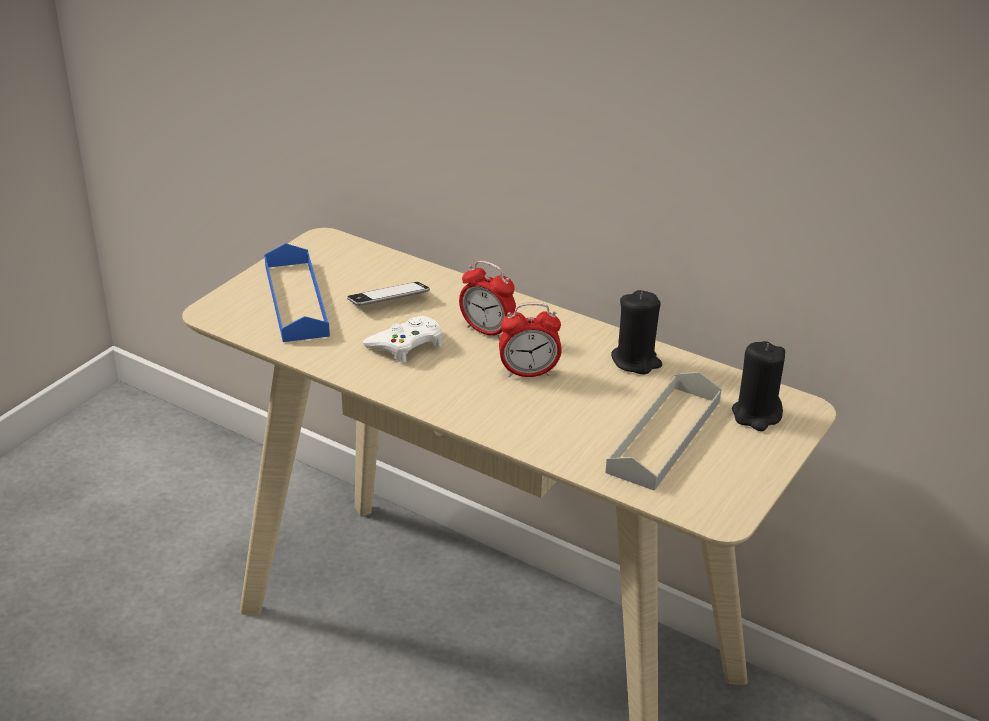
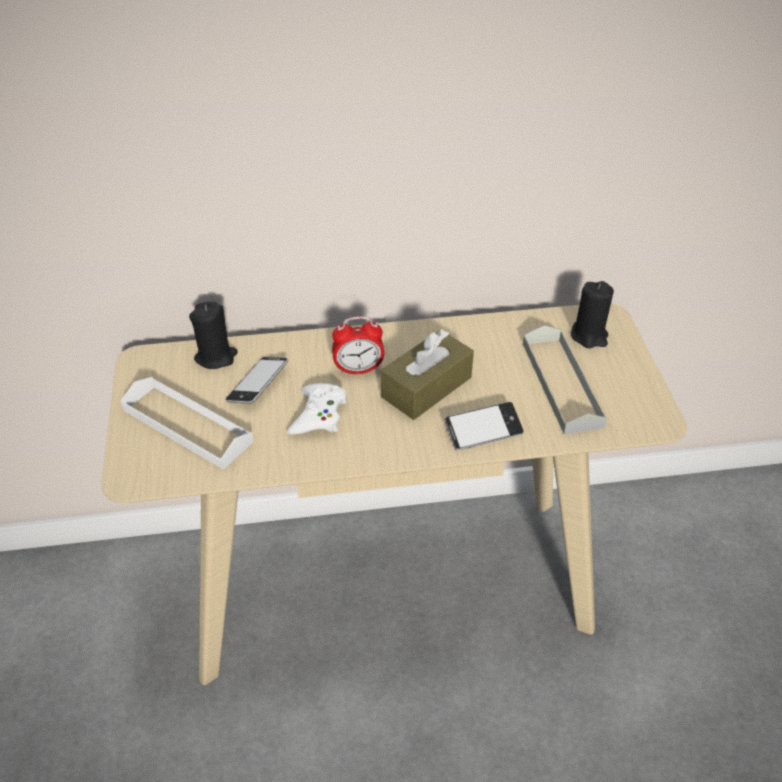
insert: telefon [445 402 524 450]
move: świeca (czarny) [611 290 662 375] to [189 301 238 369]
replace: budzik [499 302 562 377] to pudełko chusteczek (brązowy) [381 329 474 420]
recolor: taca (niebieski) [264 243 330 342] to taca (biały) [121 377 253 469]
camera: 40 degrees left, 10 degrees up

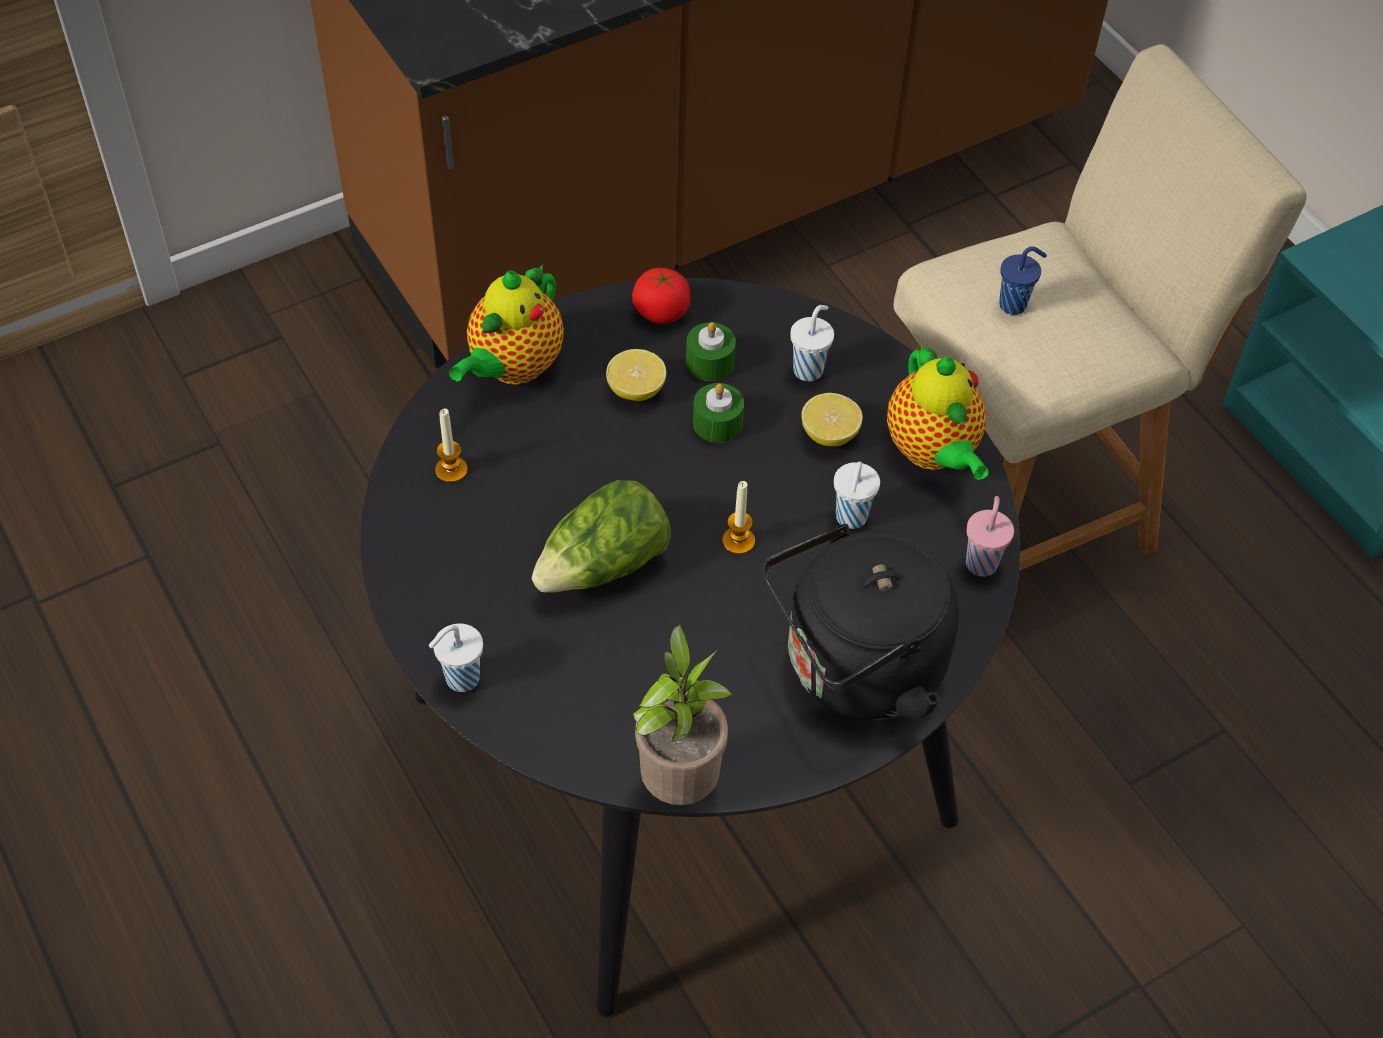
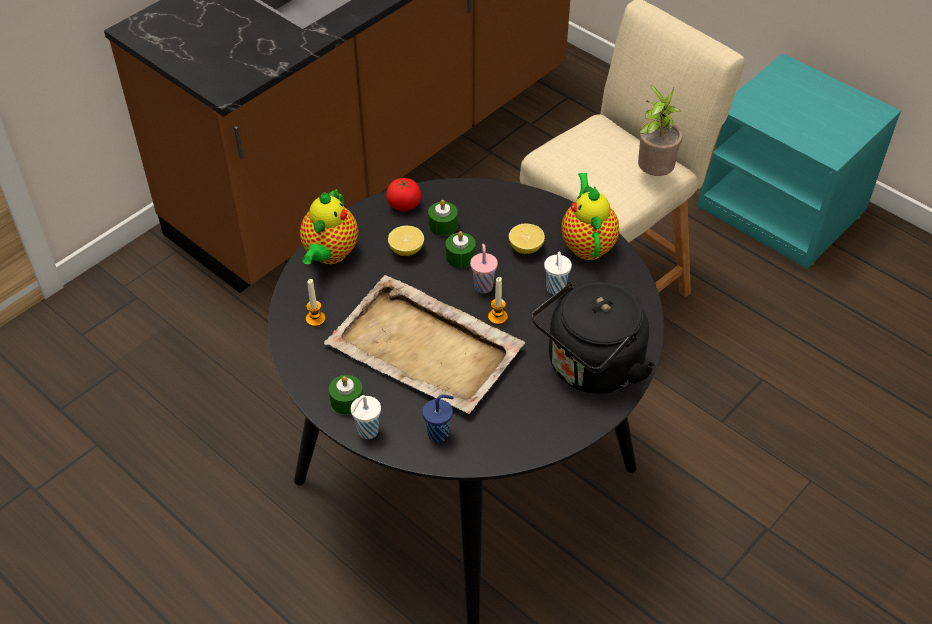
delete: filiżanka (biały) [790 305 834 381]
insert: świeca (zielony) [329 375 363 415]
move: filiżanka (niebieski) [999 246 1047 315] to [422 394 454 442]; filiżanka (różowy) [966 496 1014 577] to [470 244 498 294]; roślina doniczkowa [633 625 733 805] to [638 85 683 176]
replace: sałata [532 480 671 593] to taca (beżowy) [324 275 525 414]
rotate: imbryk [887 343 989 480] = [562 173 619 260] 150 degrees counterclockwise
camera: 15 degrees left, 5 degrees down

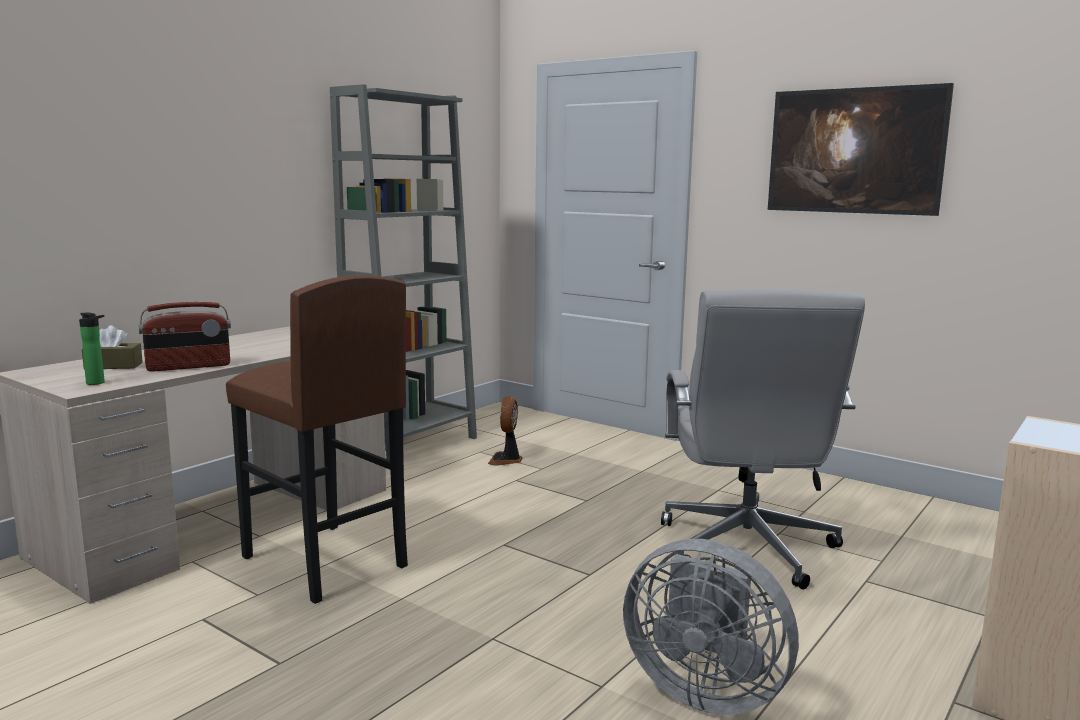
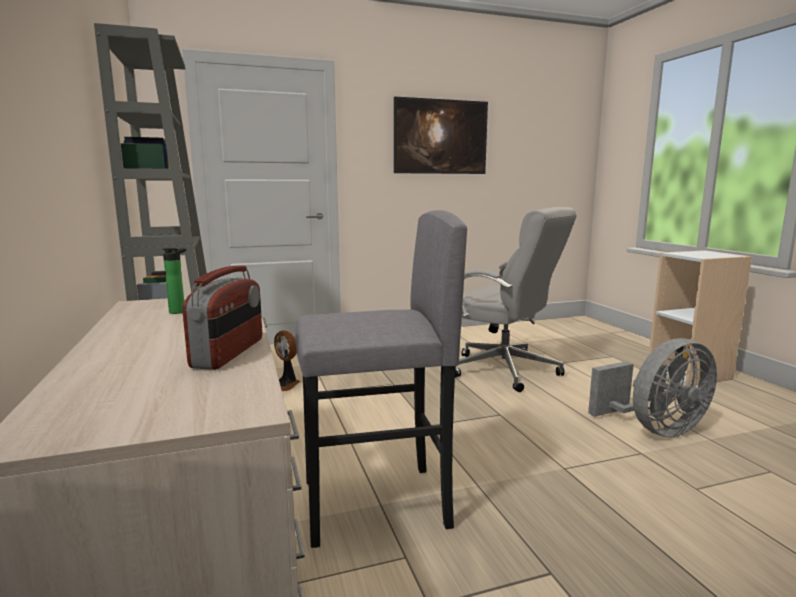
delete: pudełko chusteczek (brązowy) [82 325 143 370]
move: butelka [79 312 105 385] to [162 248 187 314]
recolor: stołek (brązowy) [226 275 408 604] to stołek (szary) [295 210 467 548]
camera: 55 degrees left, 0 degrees up

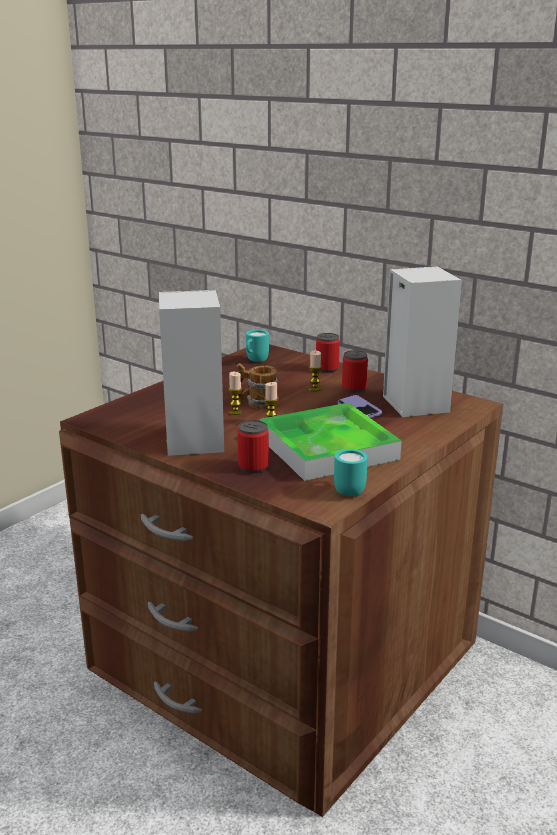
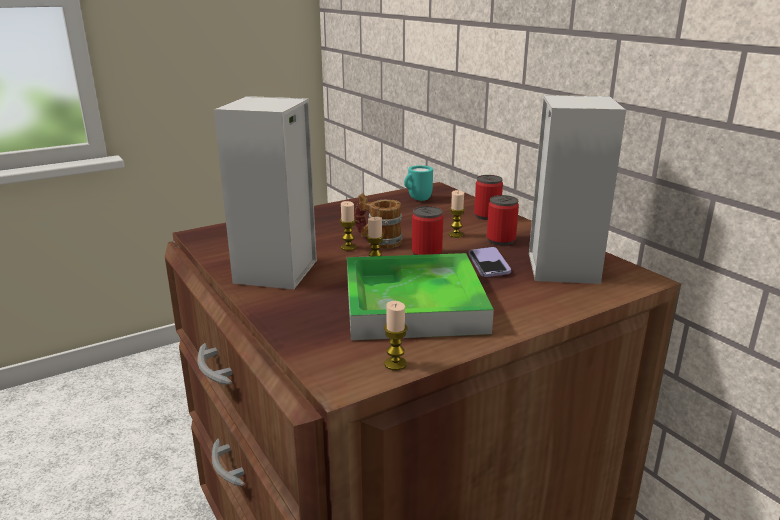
move: puszka [238 420 269 473] to [412 206 443 255]
replace: kubek (turkusowy) [334 449 368 496] to świeca [384 301 407 371]
camera: 20 degrees right, 0 degrees up

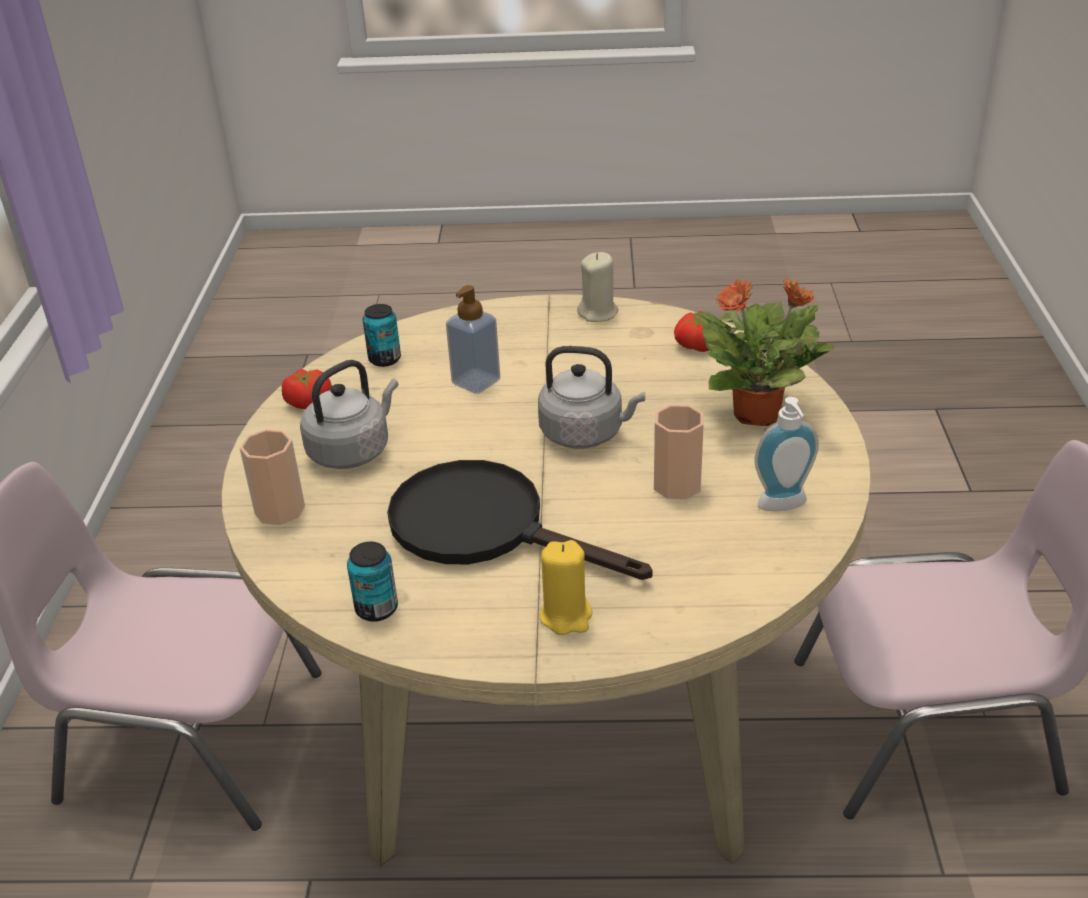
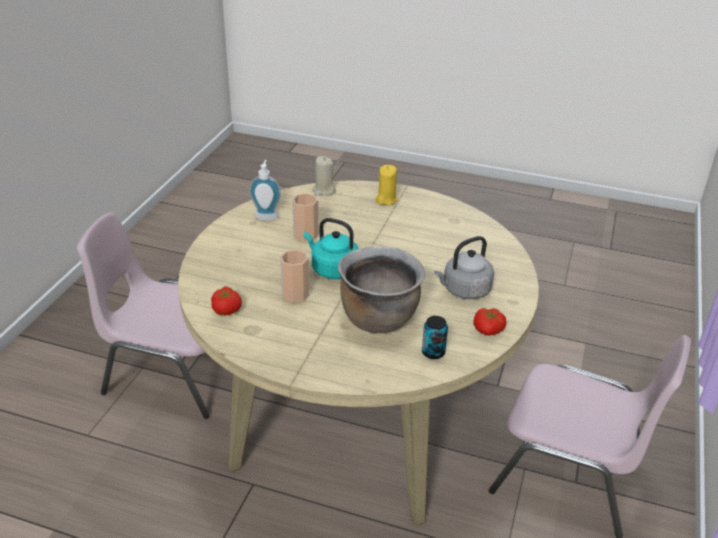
delete: roślina doniczkowa [693 278 834 426]; patelnia (czarny) [387 460 652 580]; puszka [347 542 398 622]
move: świeca (beżowy) [577 252 619 322] to [312 156 336 196]; filiżanka [239 429 305 525] to [280 249 309 303]
replace: dozownik mydła [446 285 500 394] to garnek (brązowy) [338 246 425 333]
recolor: czajnik (szary) [538 346 645 449] to czajnik (turkusowy) [304 218 359 279]
camera: 165 degrees left, 0 degrees up

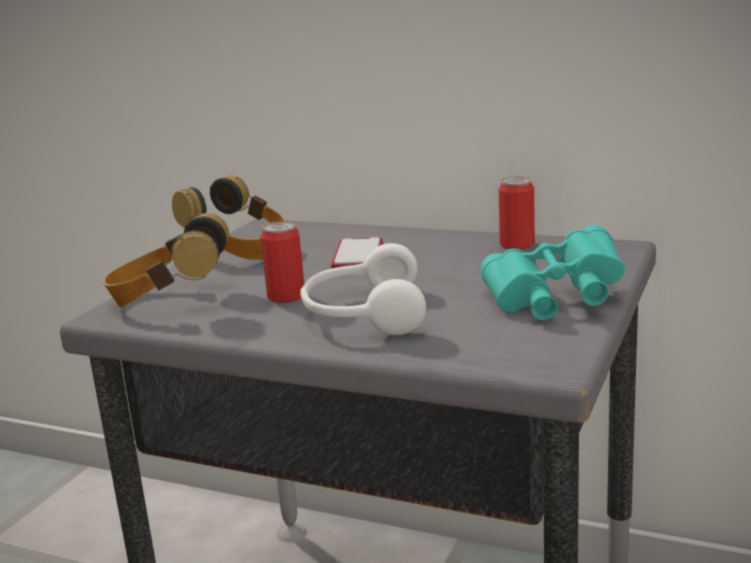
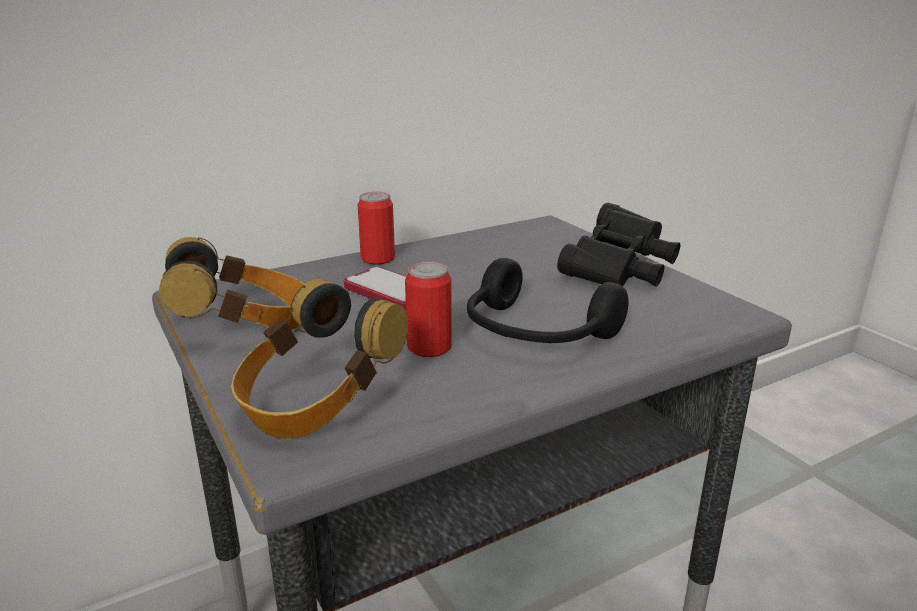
move: puszka [498 177 535 249] to [358 192 395 265]
recolor: lornetka (turkusowy) [480 225 625 320] to lornetka (czarny) [557 203 680 287]; słuchawki (biały) [300 243 426 335] to słuchawki (czarny) [467 258 629 343]
camera: 55 degrees left, 5 degrees up

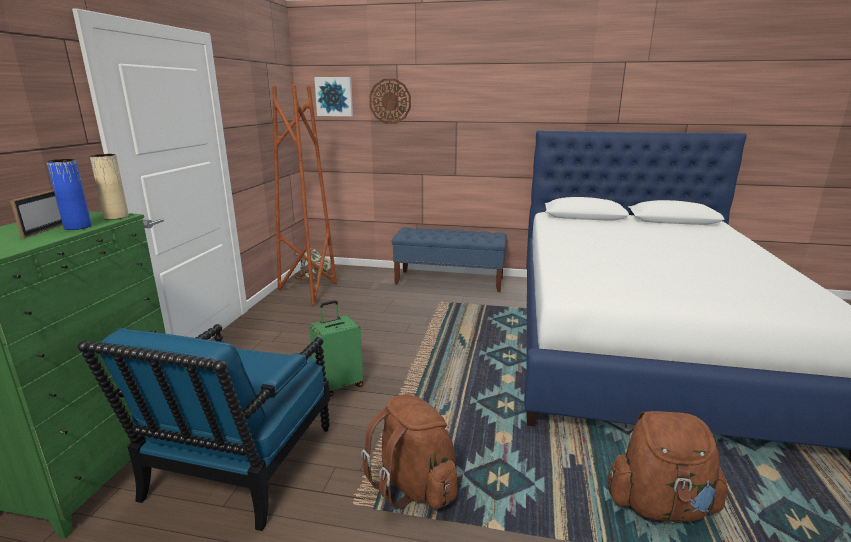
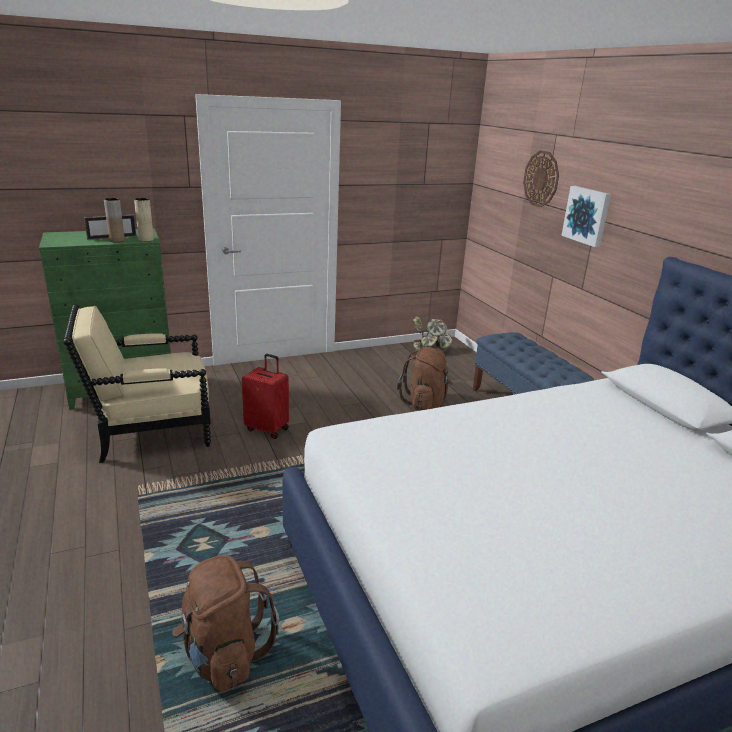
delete: wieszak (brązowy) [272 84 337 306]
move: obraz [314 77 353 116] to [561 186 611 247]; plecak (brązowy) [361 394 458 509] to [397 347 453 411]
recolor: wazon (niebieski) [47 159 92 230] to wazon (brązowy) [104 198 125 242]; walizka (zielony) [309 300 363 396] to walizka (czerwony) [242 354 289 439]; fotel (niebieski) [77 324 330 531] to fotel (beżowy) [63 304 211 463]
camera: 55 degrees right, 5 degrees up

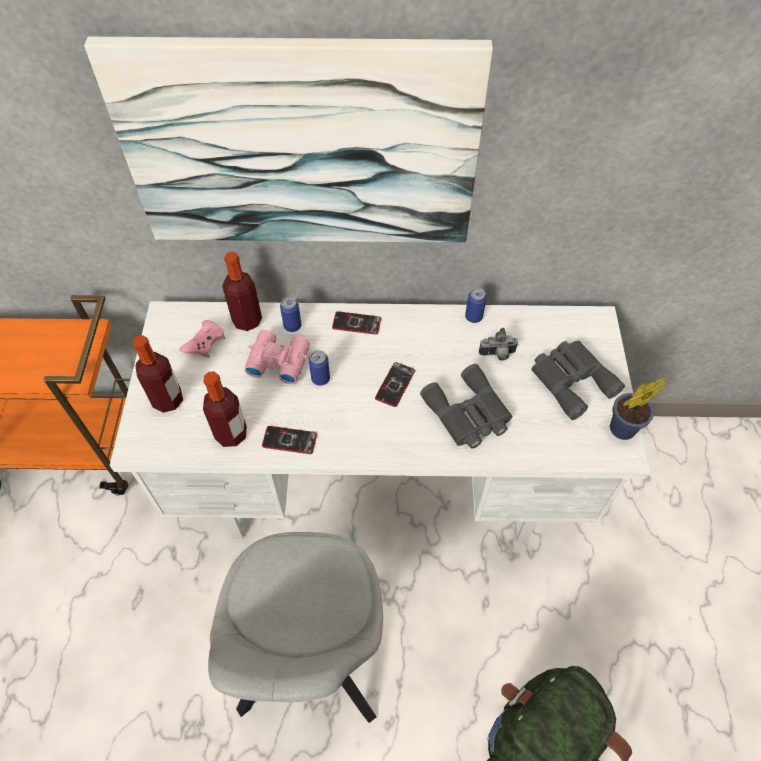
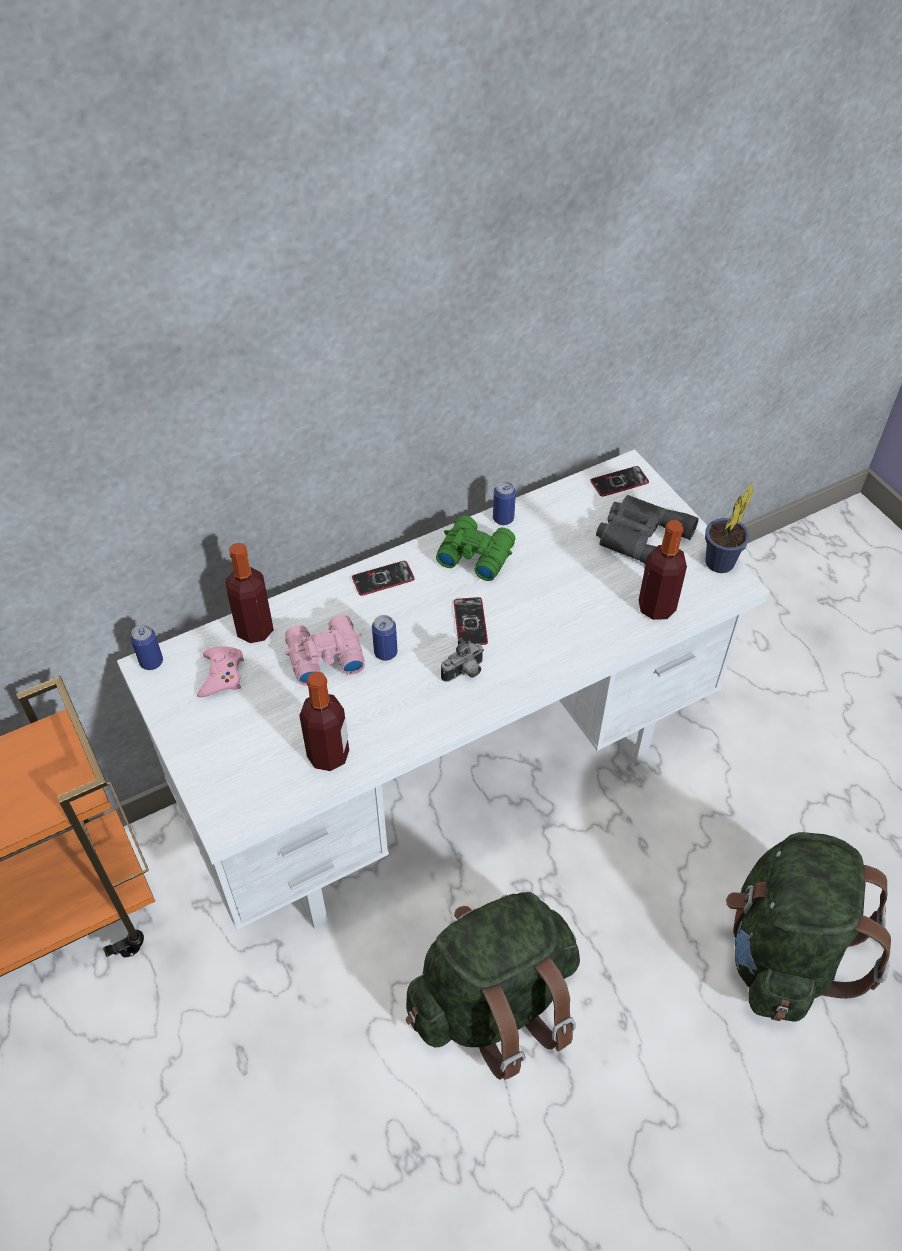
delete: obraz [84 36 493 243]; lornetka (szary) [420 364 512 449]
insert: lornetka (zielony) [436 515 515 581]
move: puszka [280 297 301 332] to [130 624 163 670]; aparat fotograficzny [479 328 518 361] to [441 638 484 682]; butelka [133 335 183 413] to [639 520 687 620]; telefon [262 426 317 454] to [590 466 649 497]
replace: krzesło (szary) [208 532 383 723] to plecak (zielony) [406 892 580 1080]
camera: 30 degrees left, 5 degrees down

